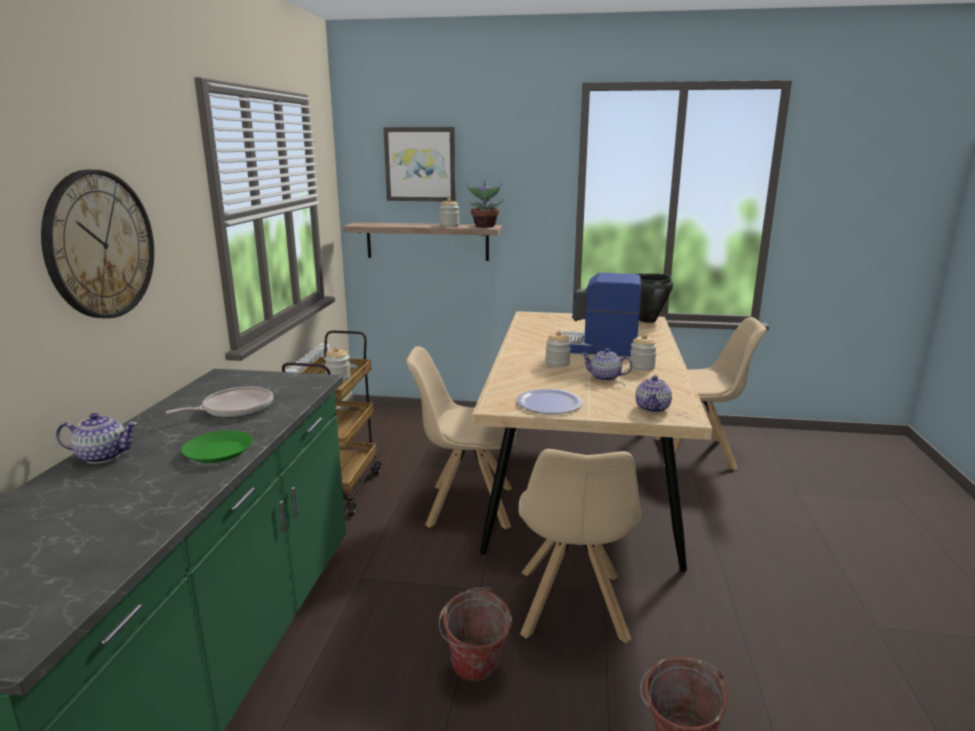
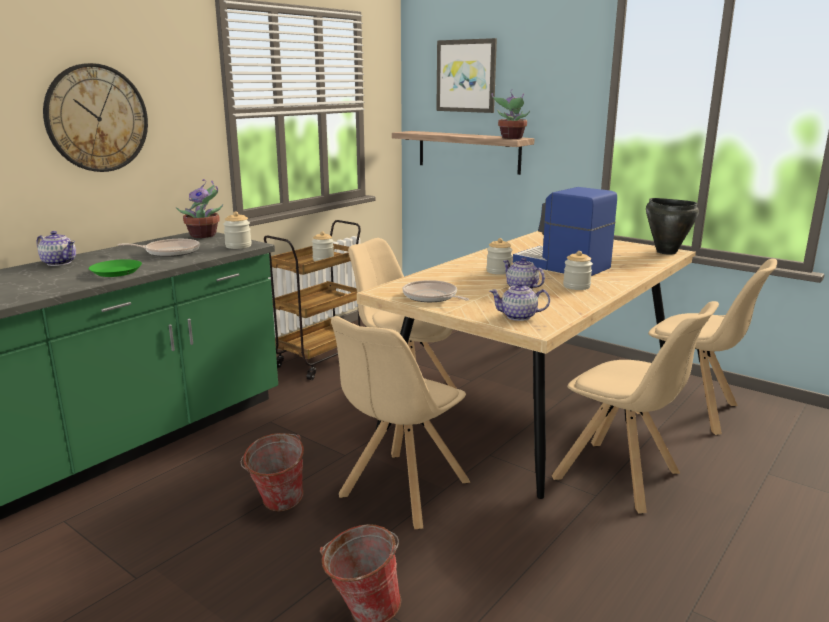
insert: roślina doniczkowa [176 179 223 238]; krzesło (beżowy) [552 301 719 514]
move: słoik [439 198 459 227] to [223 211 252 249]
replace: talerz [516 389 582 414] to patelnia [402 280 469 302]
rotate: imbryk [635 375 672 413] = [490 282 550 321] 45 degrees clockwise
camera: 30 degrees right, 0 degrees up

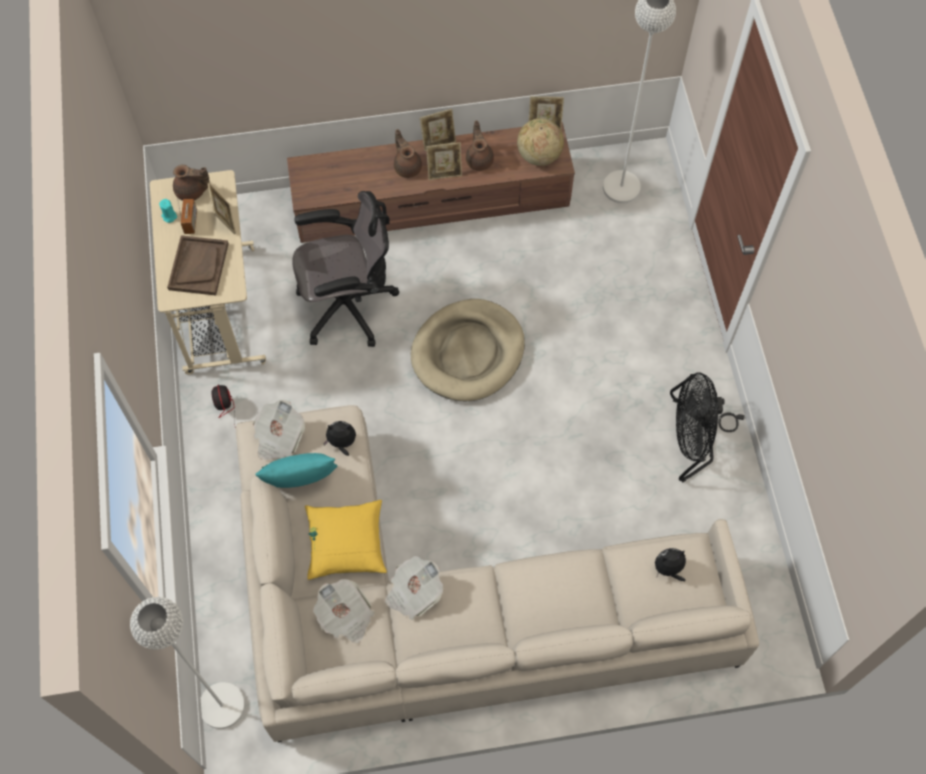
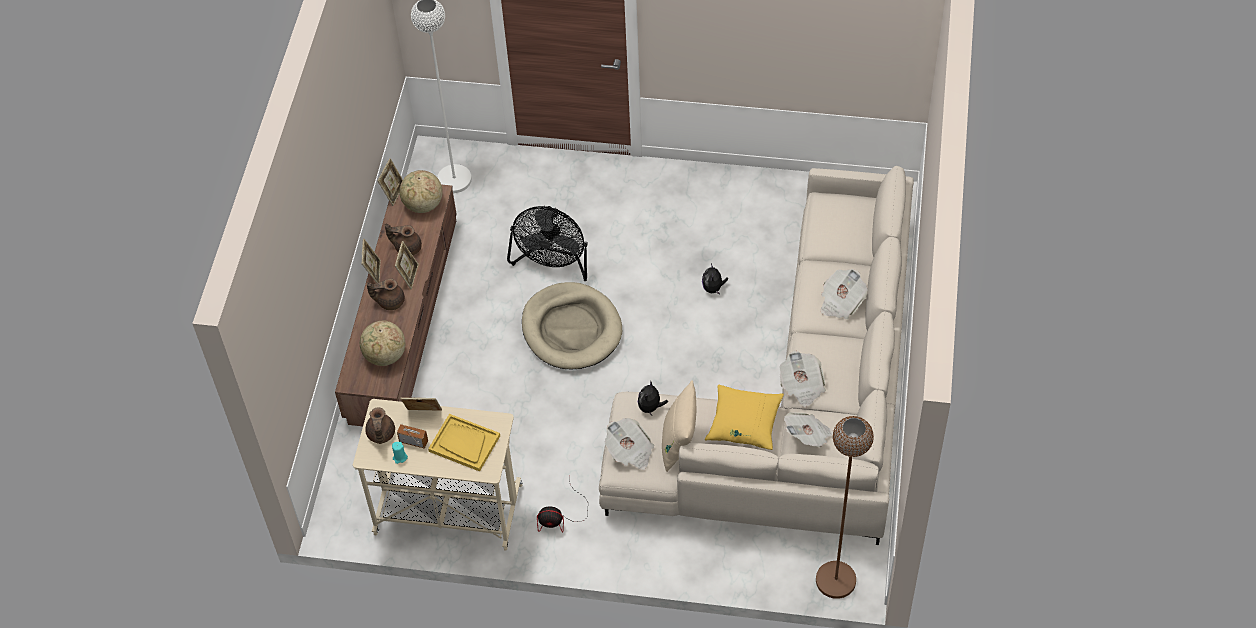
delete: krzesło biurowe [292 191 399 347]
insert: gazeta [820 269 867 319]; globus [360 321 405 366]
move: wentylator (czarny) [670 372 746 483] to [507 205 588 281]; pluszak [655 548 686 581] to [702 263 728 295]
recolor: taca (brązowy) [167 235 229 295] to taca (żółty) [428 414 500 471]; poduszka (turkusowy) [256 453 337 488] to poduszka (beżowy) [662 380 696 472]; lampa stojąca (biały) [130 597 245 729] to lampa stojąca (brązowy) [816 416 874 599]
rotate: imbryk (brązowy) [173 165 210 201] = [365 408 395 444] 150 degrees clockwise
camera: 70 degrees left, 10 degrees down

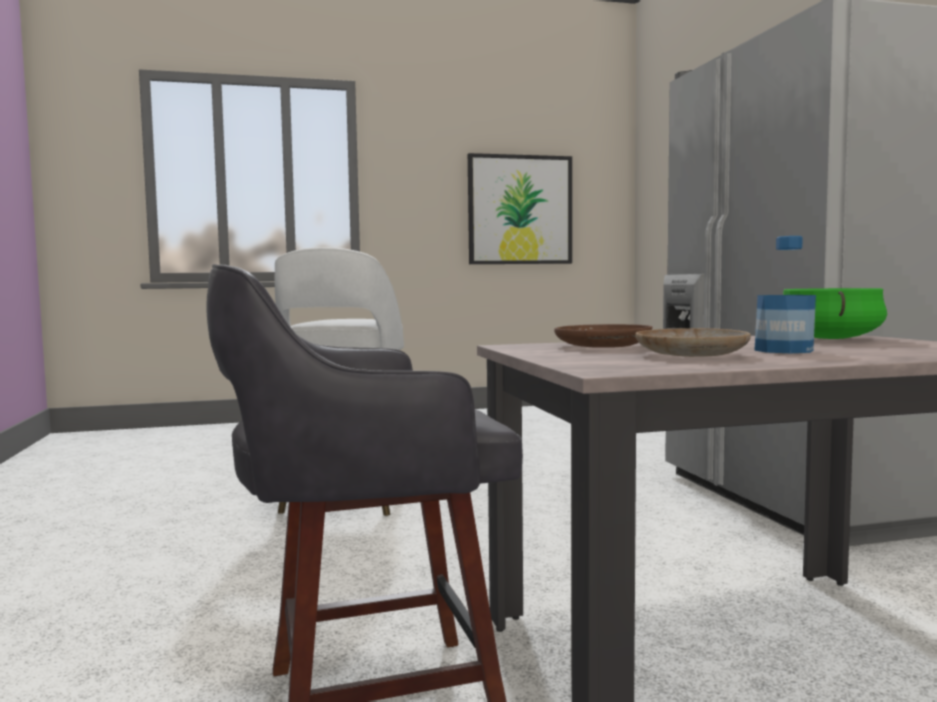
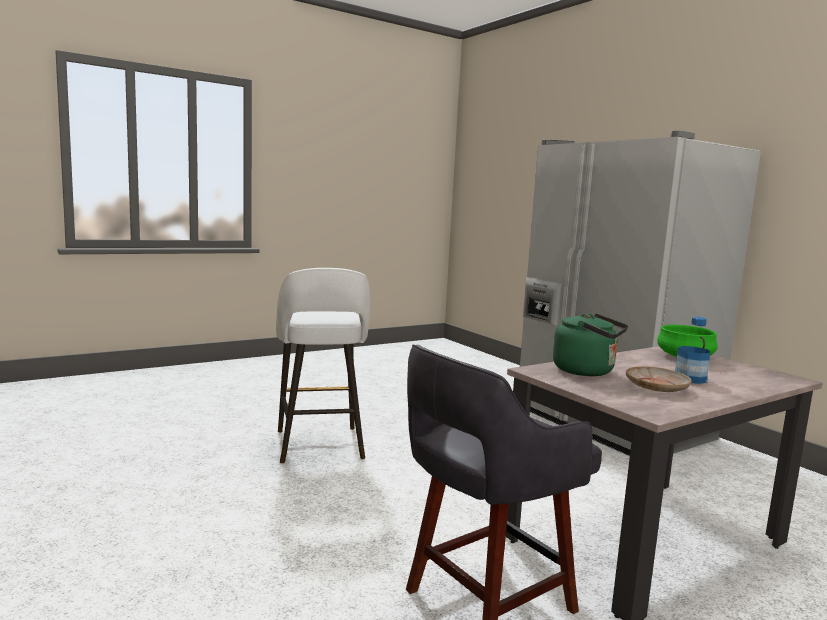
delete: obraz [468 153 572 264]
replace: talerz (brązowy) [554 324 652 348] to czajnik (zielony) [553 313 628 376]
camera: 20 degrees left, 5 degrees up

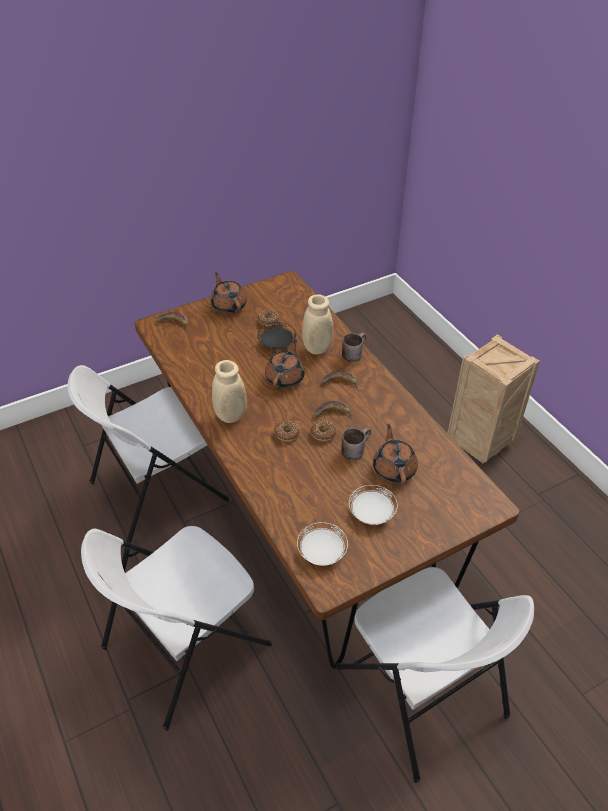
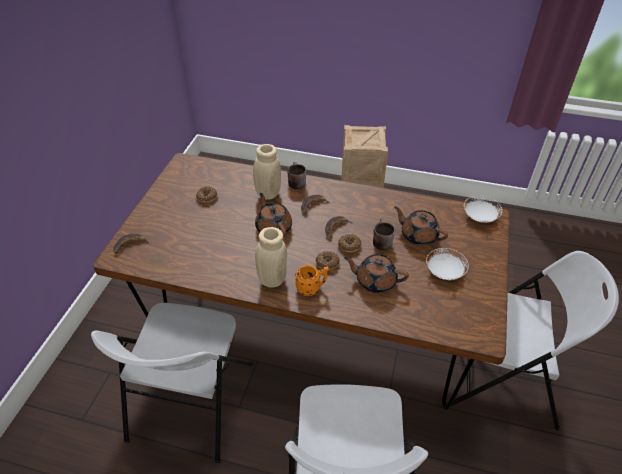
delete: talerz (czarny) [257 322 296 349]
insert: kubek (pomarańczowy) [295 265 329 296]
move: imbryk (brązowy) [211 272 247 314] to [344 254 409 293]; talerz (biały) [297 522 348 566] to [464 196 502 223]
camera: 45 degrees left, 0 degrees up

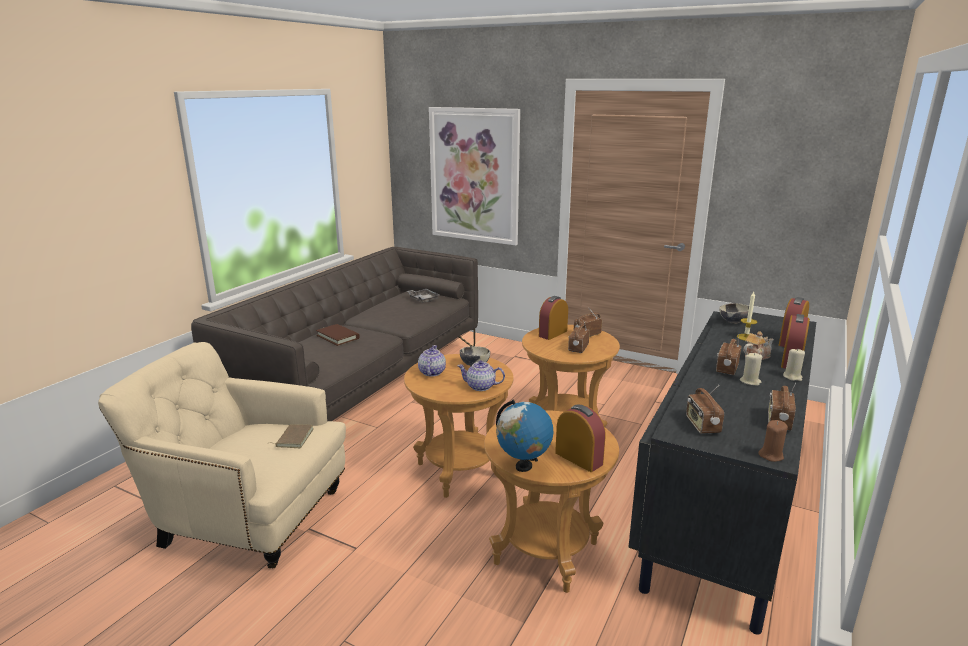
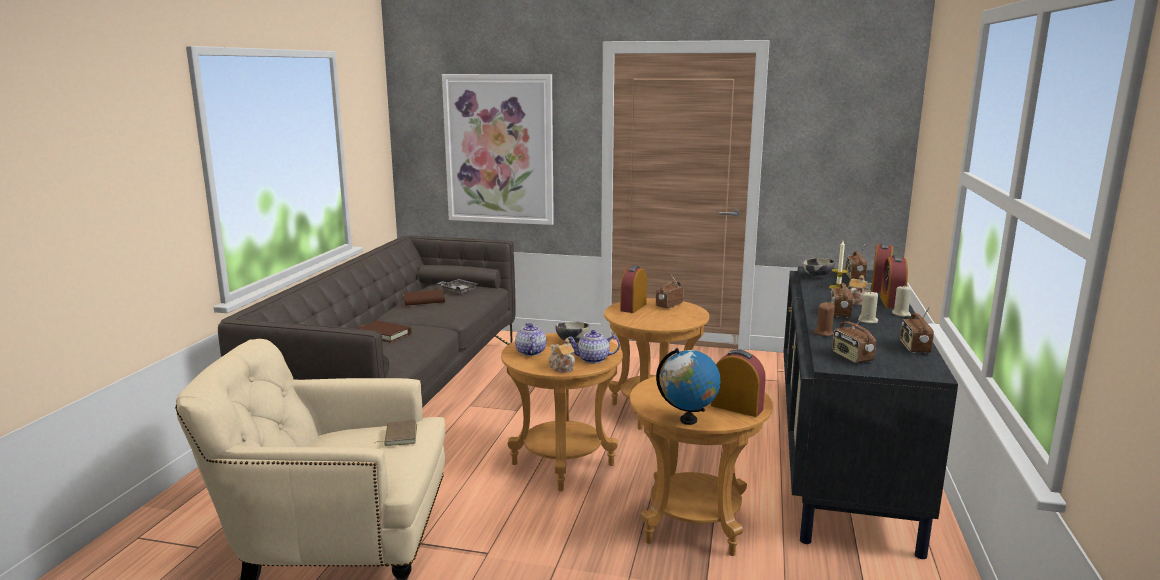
insert: książka (brązowy) [402 290 445 306]; imbryk [549 338 575 373]
move: radio [568 320 590 353] to [845 244 867 279]; świeca (brązowy) [758 420 788 462] to [814 302 835 336]
camera: 15 degrees left, 5 degrees down

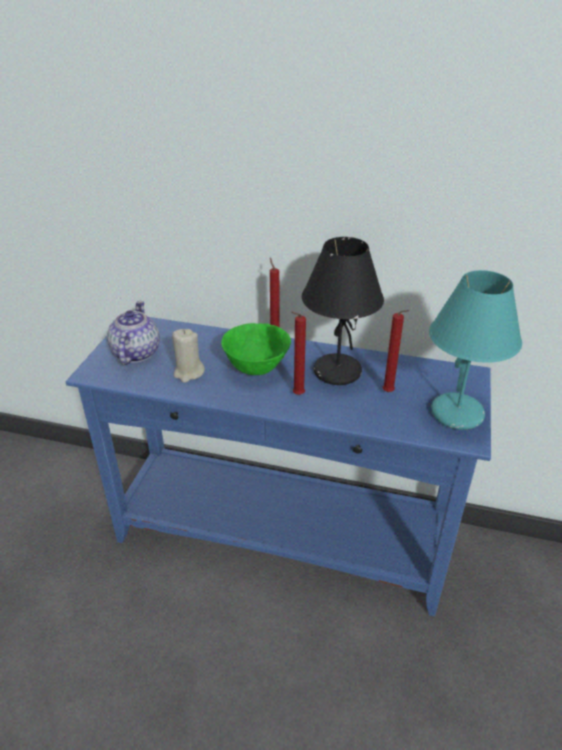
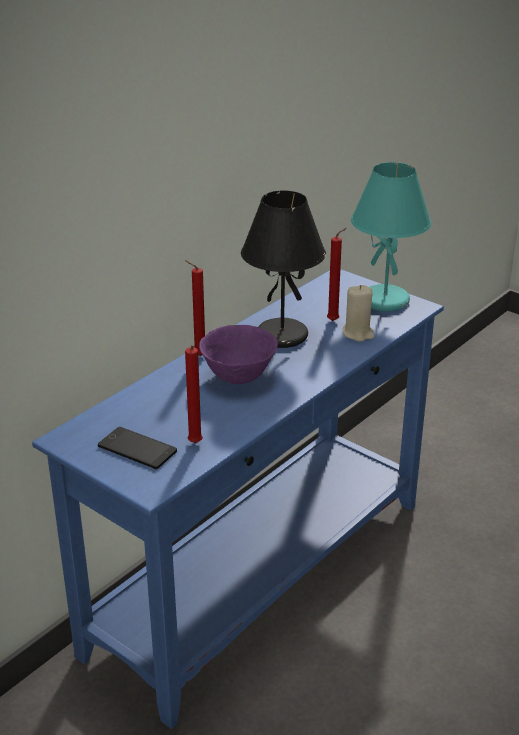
move: świeca (czerwony) [291 311 306 395] to [185 345 203 443]; świeca (beżowy) [172 329 205 383] to [343 285 375 342]
replace: imbryk [107 301 160 365] to telefon [98 427 177 469]
recolor: miska (zielony) [221 323 291 375] to miska (fioletowy) [199 325 278 384]
camera: 65 degrees left, 5 degrees down

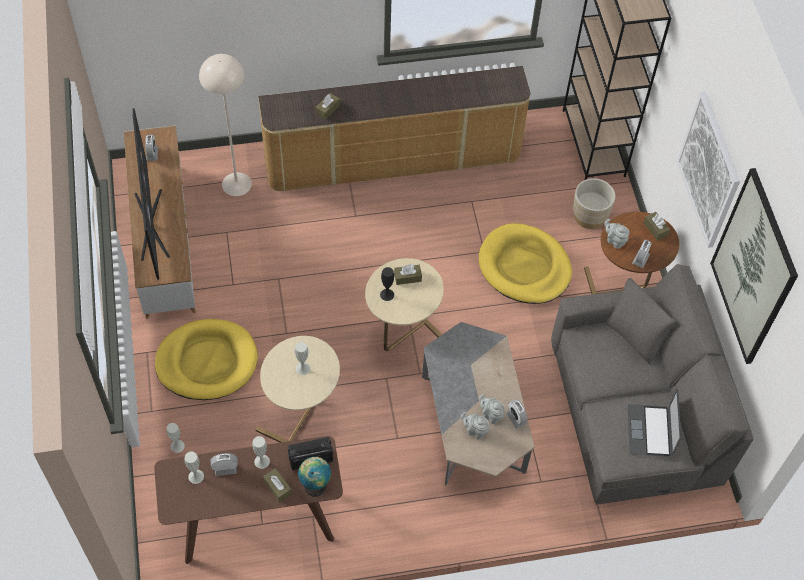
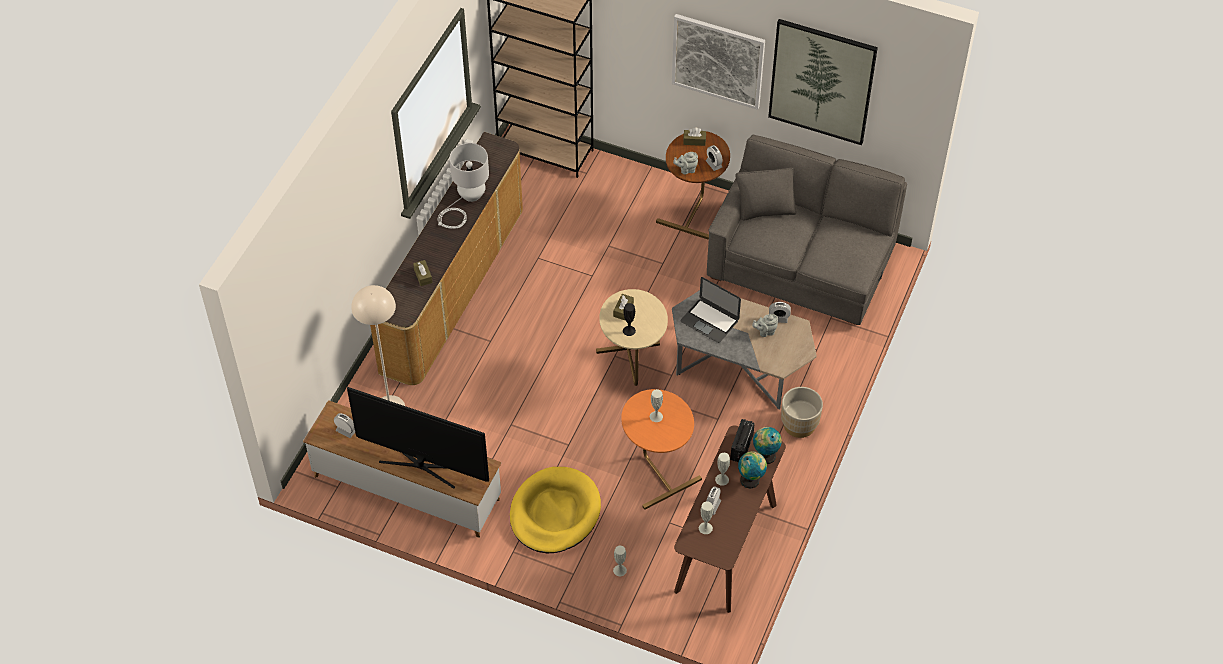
delete: legowisko (żółty) [479 223 572 304]; imbryk (szary) [461 412 489 440]
insert: lampa stołowa (biały) [438 143 489 229]
move: donica (beżowy) [573 178 615 229] to [781 387 823 438]; laptop [628 389 681 457] to [680 277 741 343]
replace: pudełko chusteczek (brązowy) [263 468 292 502] to globus [738 451 767 488]
recolor: stolik (beżowy) [255 336 340 443] to stolik (pomarańczowy) [621 389 702 510]
camera: 55 degrees left, 5 degrees down

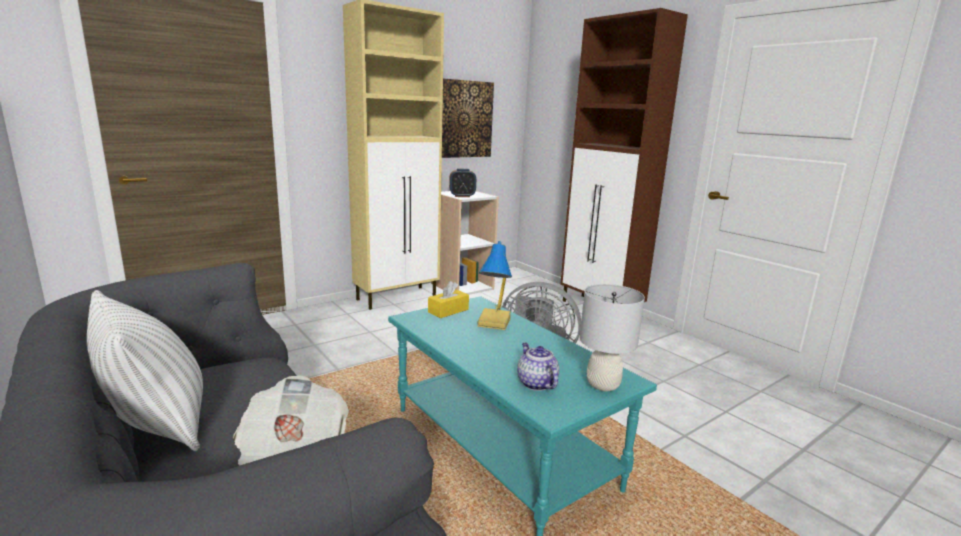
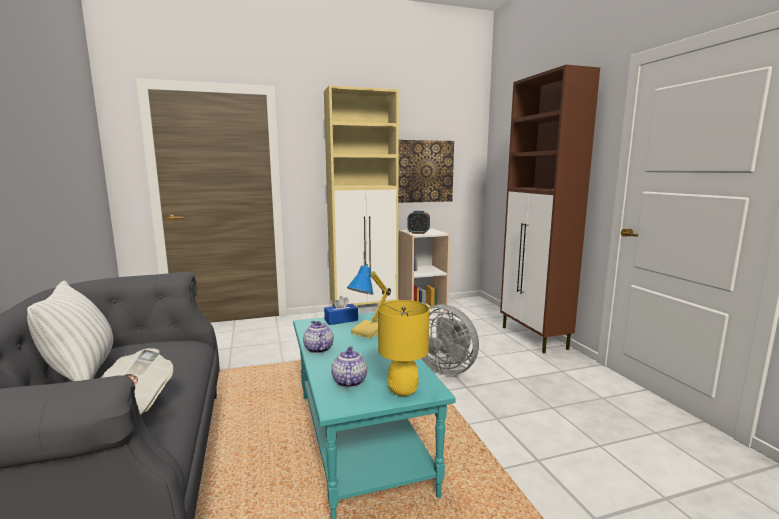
insert: imbryk [303 321 334 353]
recolor: pudełko chusteczek (żółty) [428 281 469 318] to pudełko chusteczek (niebieski) [324 296 358 325]; lampa stołowa (szary) [580 284 645 392] to lampa stołowa (żółty) [378 300 429 396]
camera: 20 degrees right, 5 degrees down

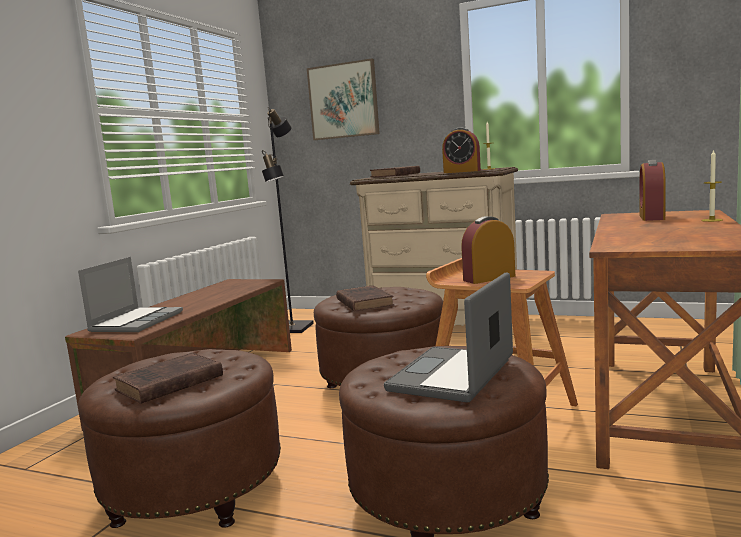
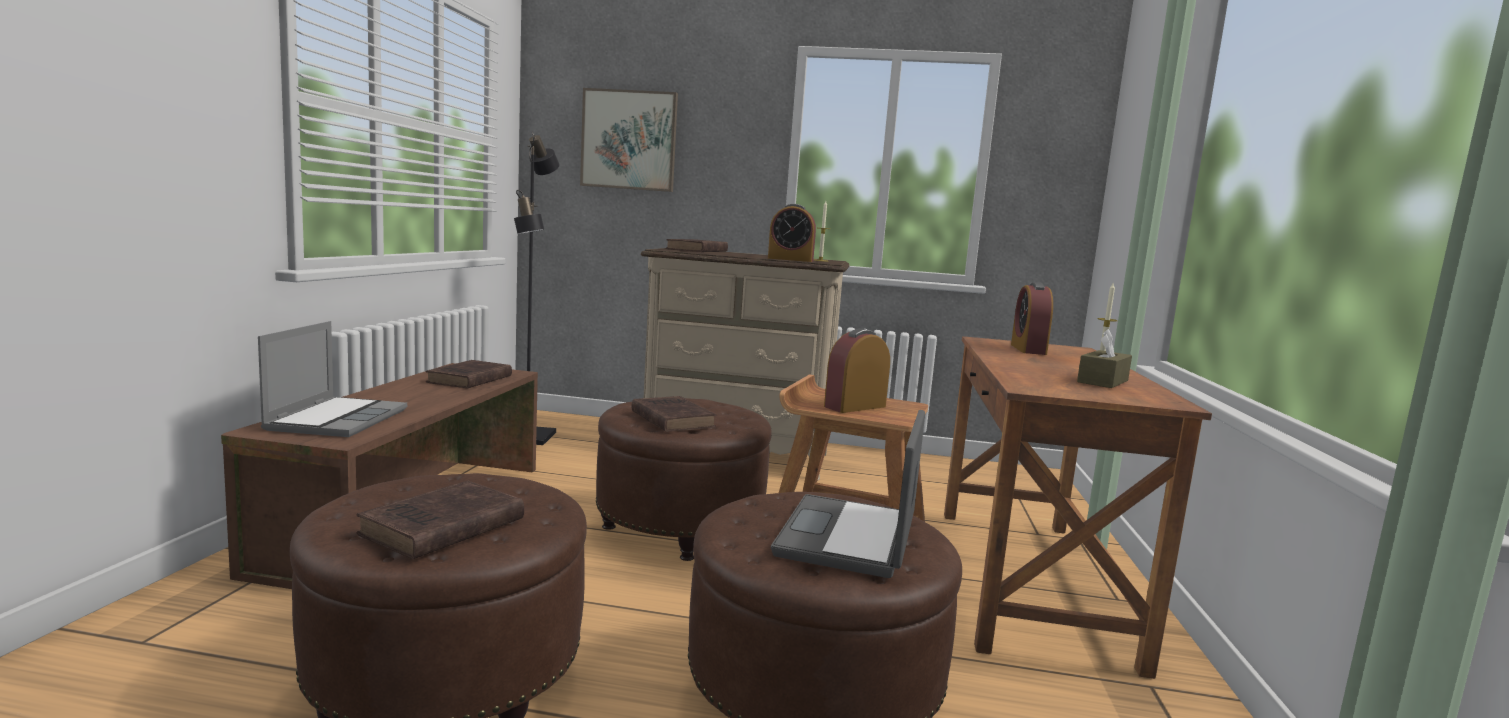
insert: pudełko chusteczek (brązowy) [1077 329 1132 388]; książka (brązowy) [426 360 512 389]
camera: 15 degrees left, 0 degrees up

